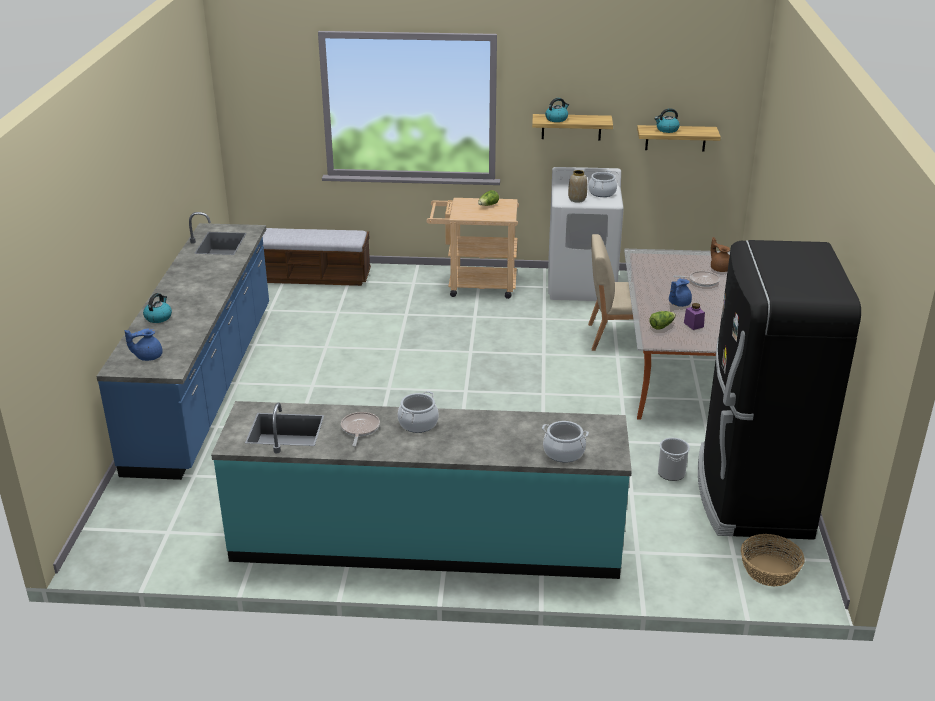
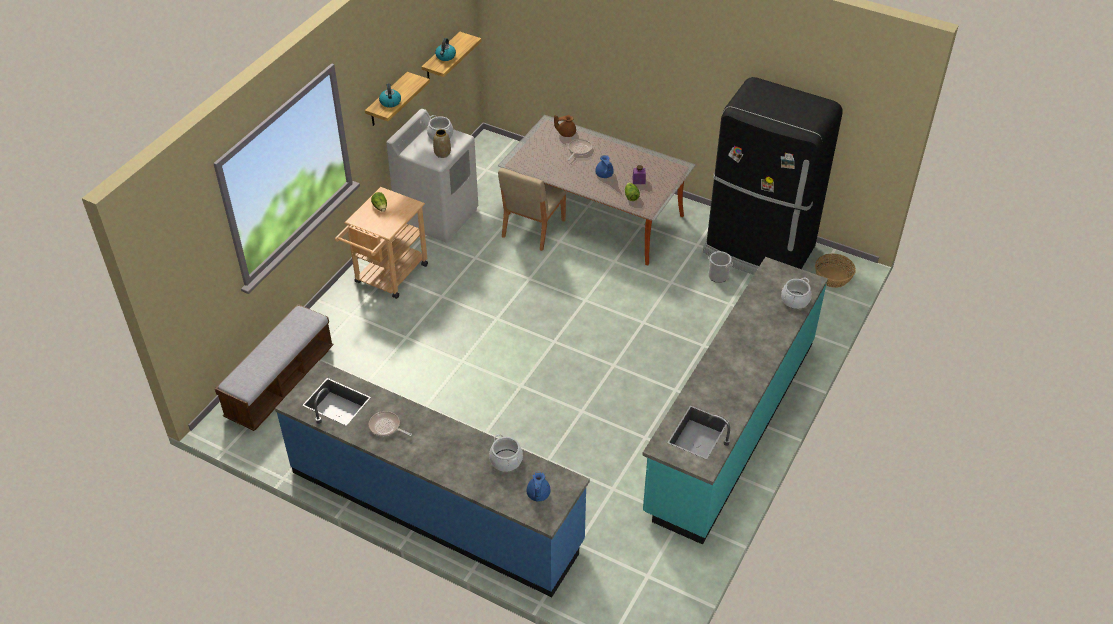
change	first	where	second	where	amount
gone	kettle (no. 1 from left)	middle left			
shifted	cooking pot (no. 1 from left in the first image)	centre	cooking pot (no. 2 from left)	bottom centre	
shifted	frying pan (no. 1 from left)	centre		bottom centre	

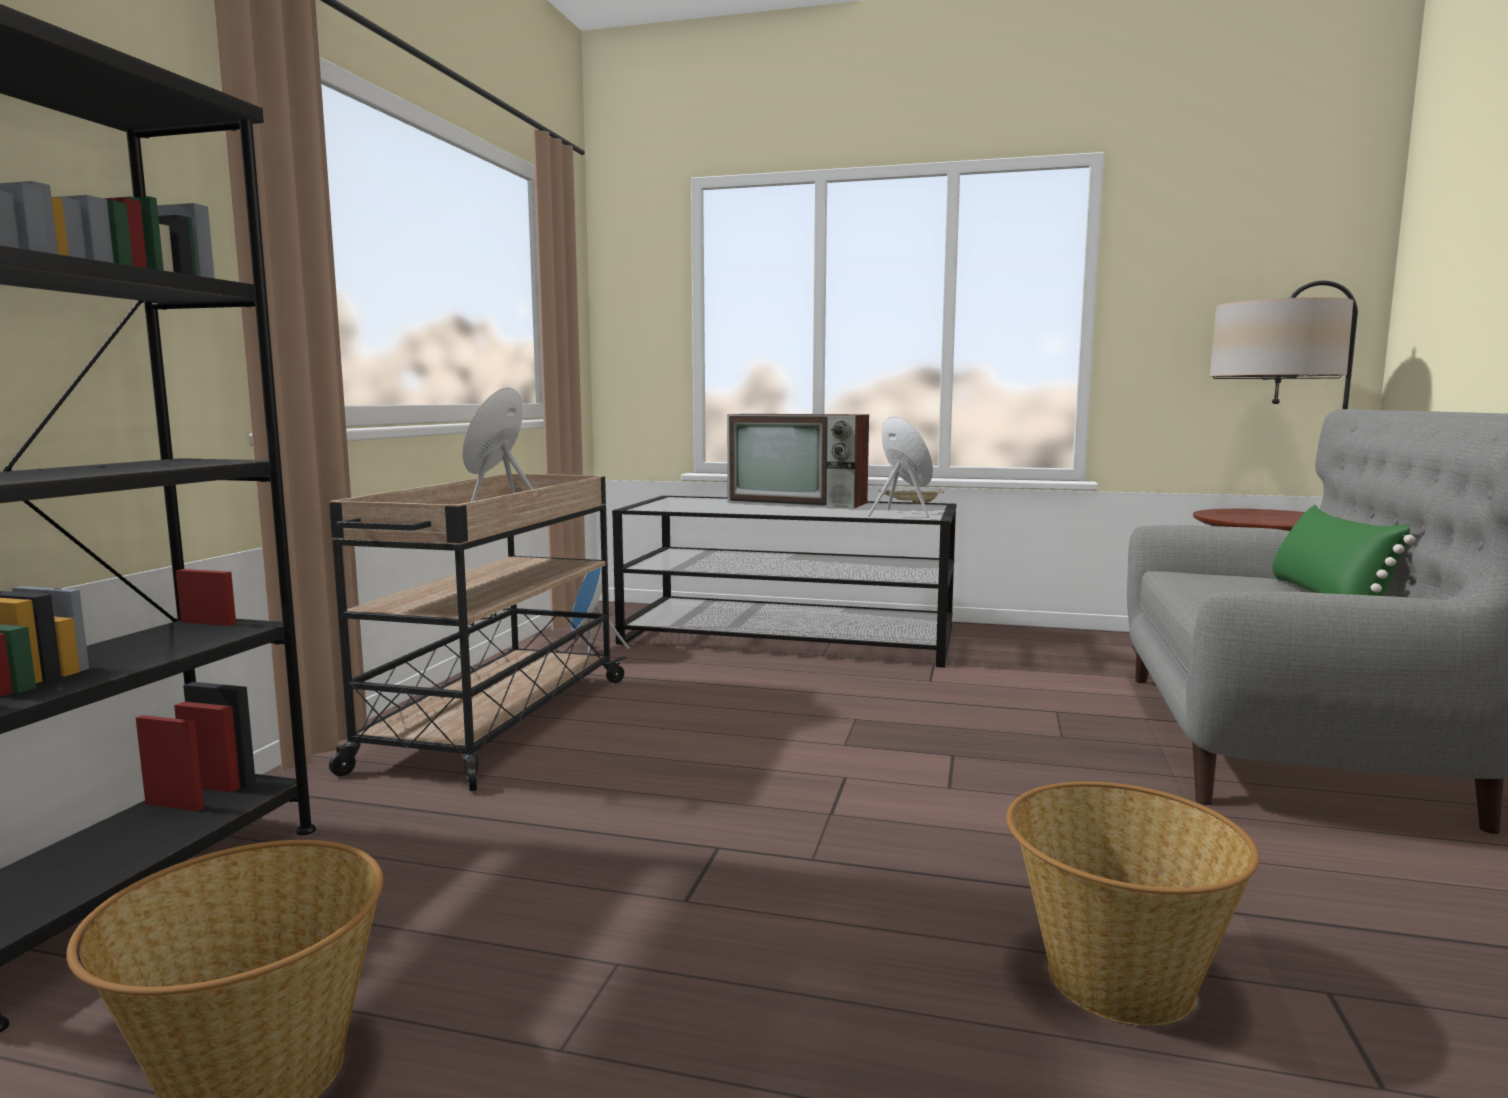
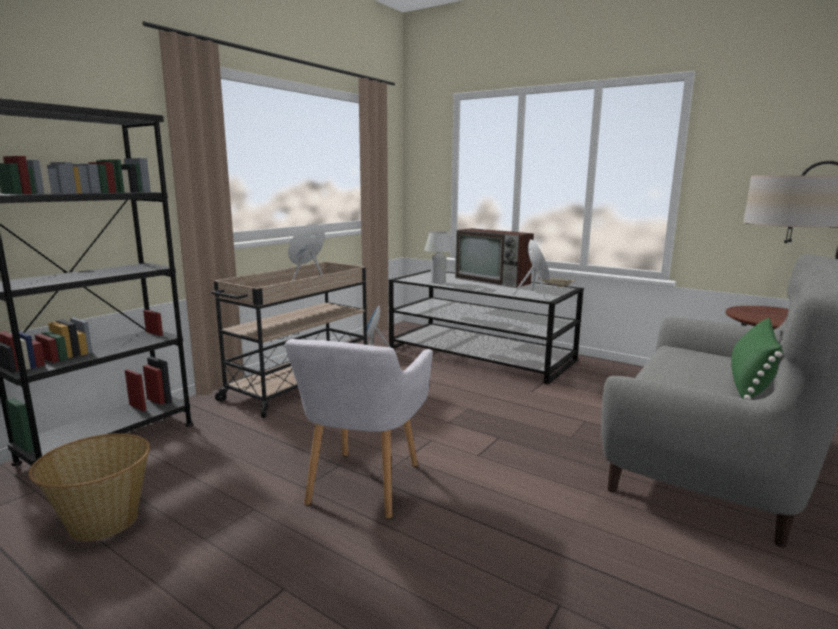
change	first	where	second	where	amount
gone	basket (no. 2 from left)	bottom right			
new			white table lamp	centre	
new			grey armchair	bottom centre	

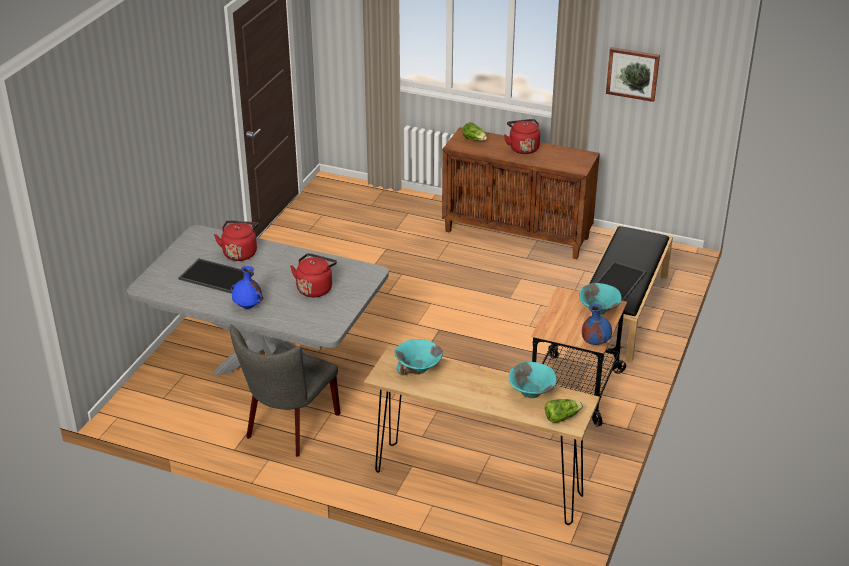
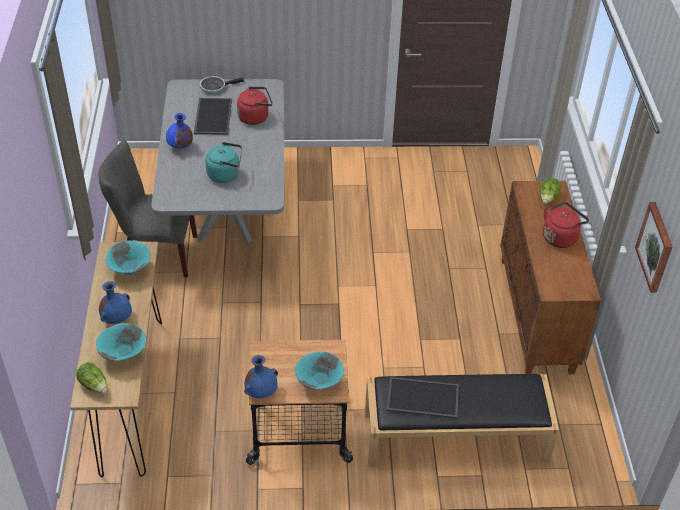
change	first	where	second	where	amount
repainted	red kettle (no. 2 from left)	centre	turquoise kettle	top left	
new			frying pan	top left	
new			blue vase (no. 1 from left)	middle left	

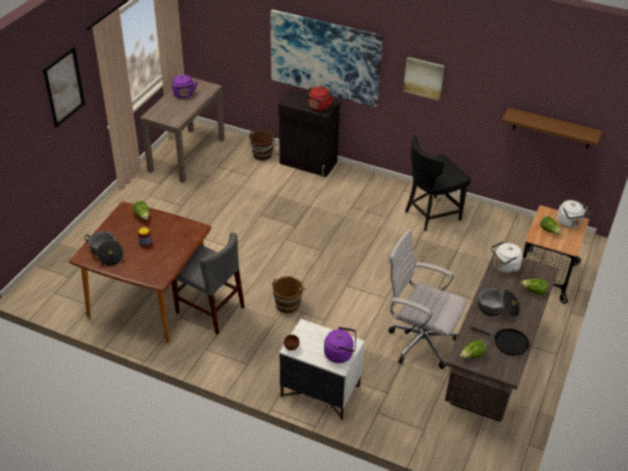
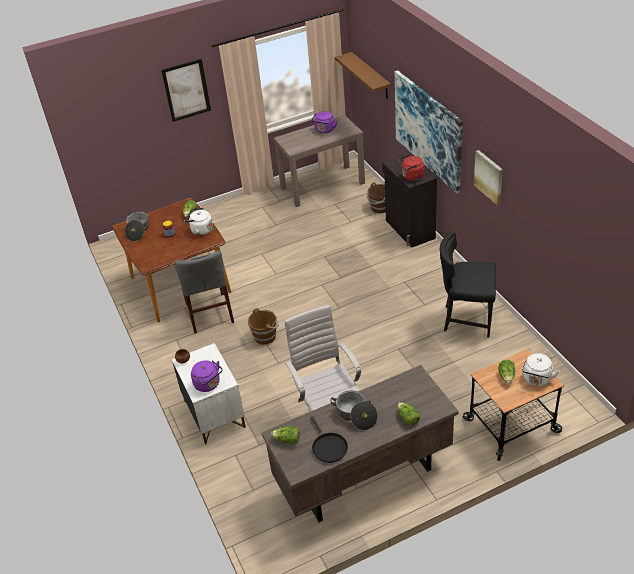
change	first	where	second	where	amount
shifted	brown shelf	top right		top centre	
shifted	white kettle (no. 1 from left)	middle right		middle left	

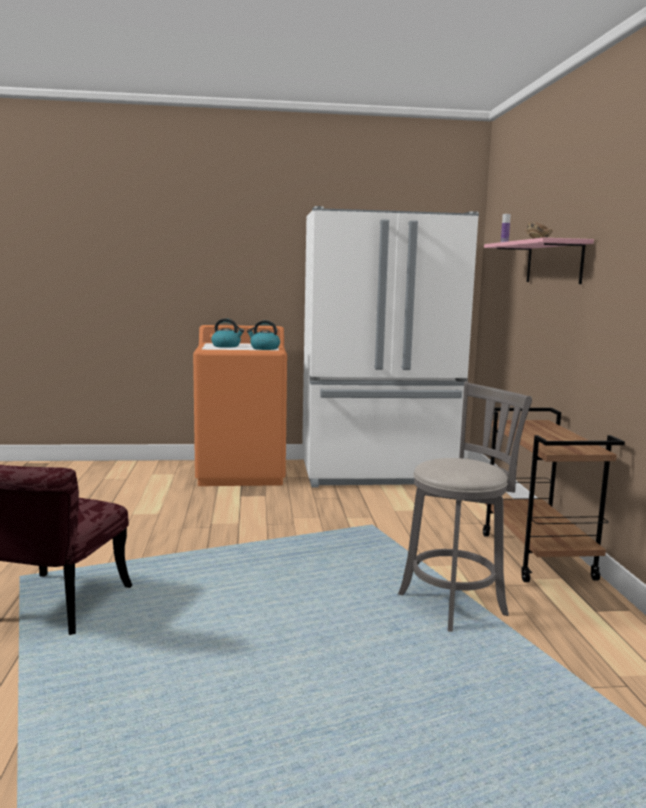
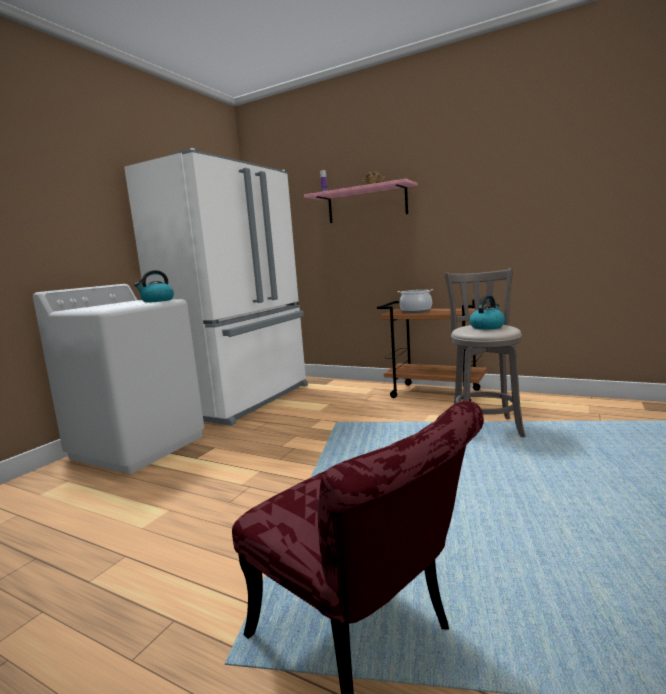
change	first	where	second	where	amount
shifted	kettle (no. 1 from left in the first image)	centre	kettle (no. 2 from left)	middle right	
repainted	orange washing machine	centre	white washing machine	middle left	
new			cooking pot	centre	

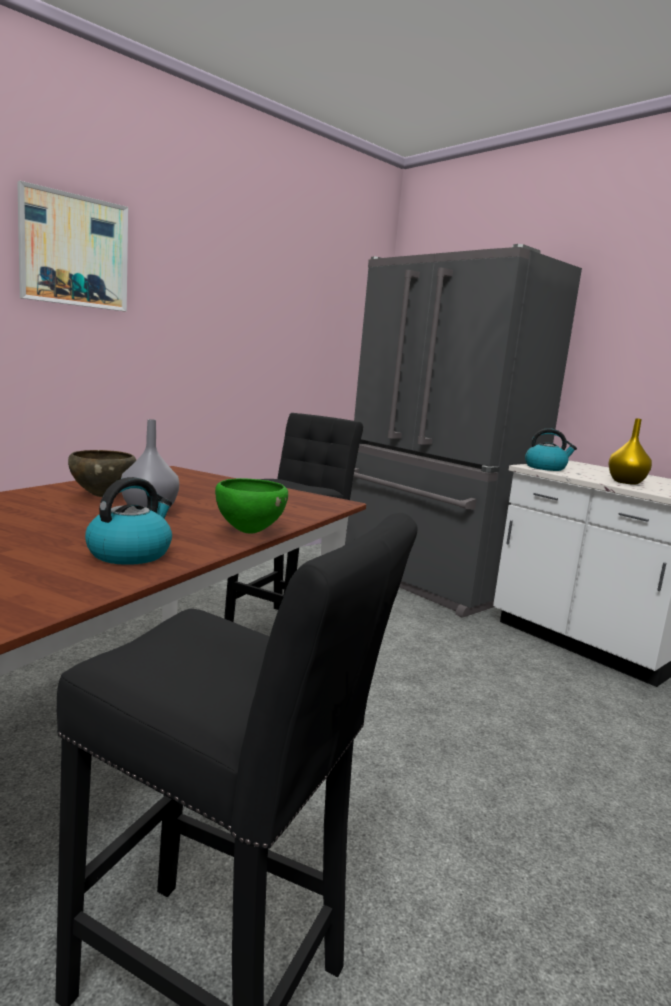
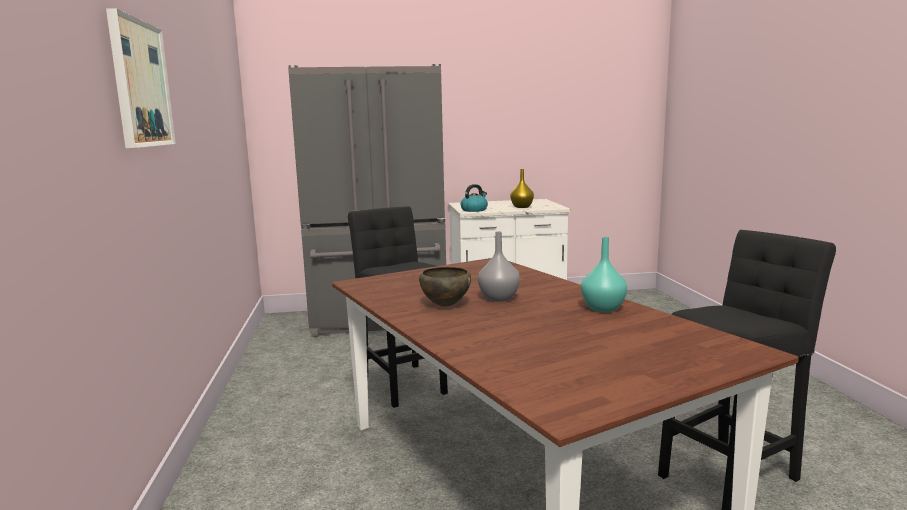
change	first	where	second	where	amount
swapped	kettle (no. 1 from left)	middle left	turquoise vase	centre	
gone	green bowl	centre			

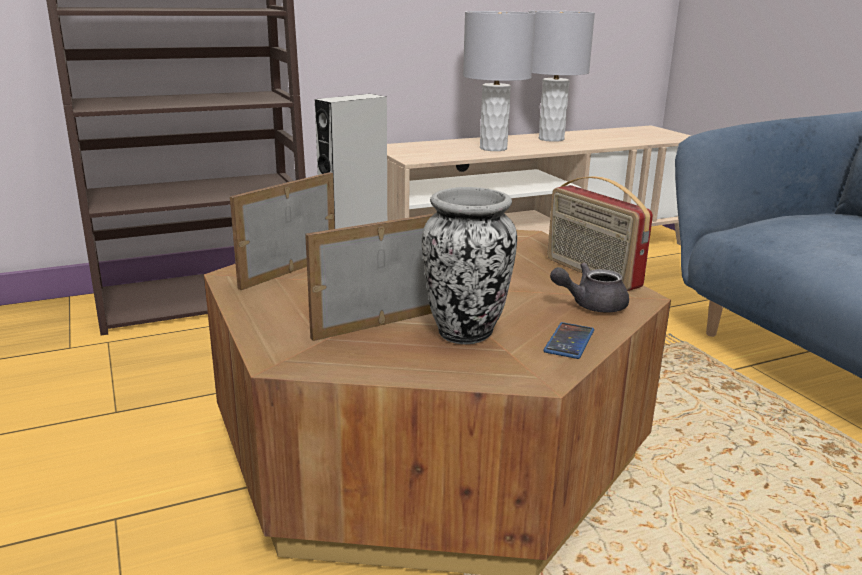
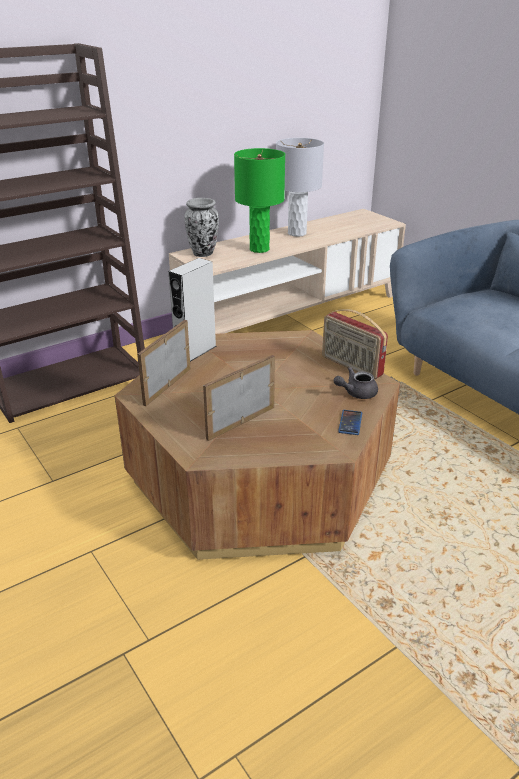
change	first	where	second	where	amount
repainted	grey table lamp (no. 1 from left)	top centre	green table lamp	top centre	
shifted	vase	centre		top centre	

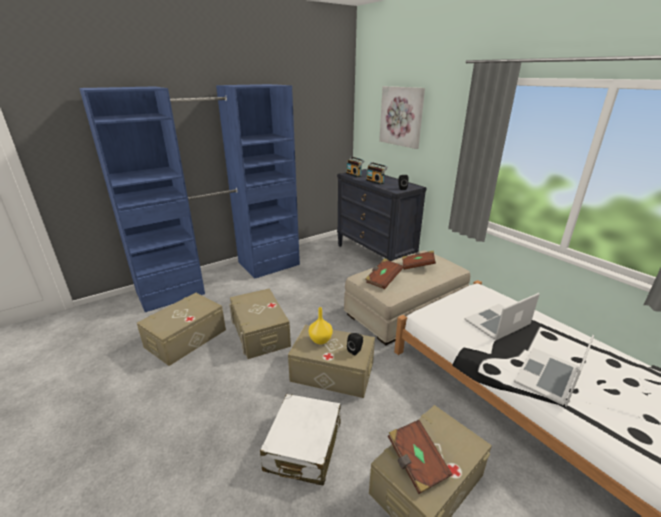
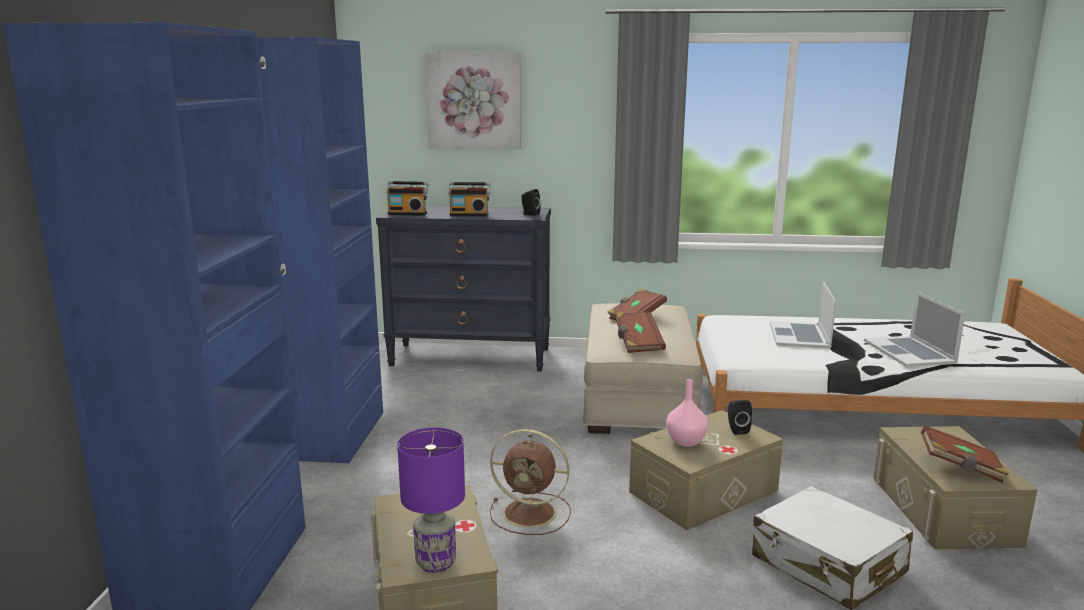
change	first	where	second	where	amount
swapped	beige storage box (no. 2 from left)	centre	brown fan	bottom centre	
repainted	yellow vase	centre	pink vase	bottom centre	
new			purple table lamp	bottom centre	

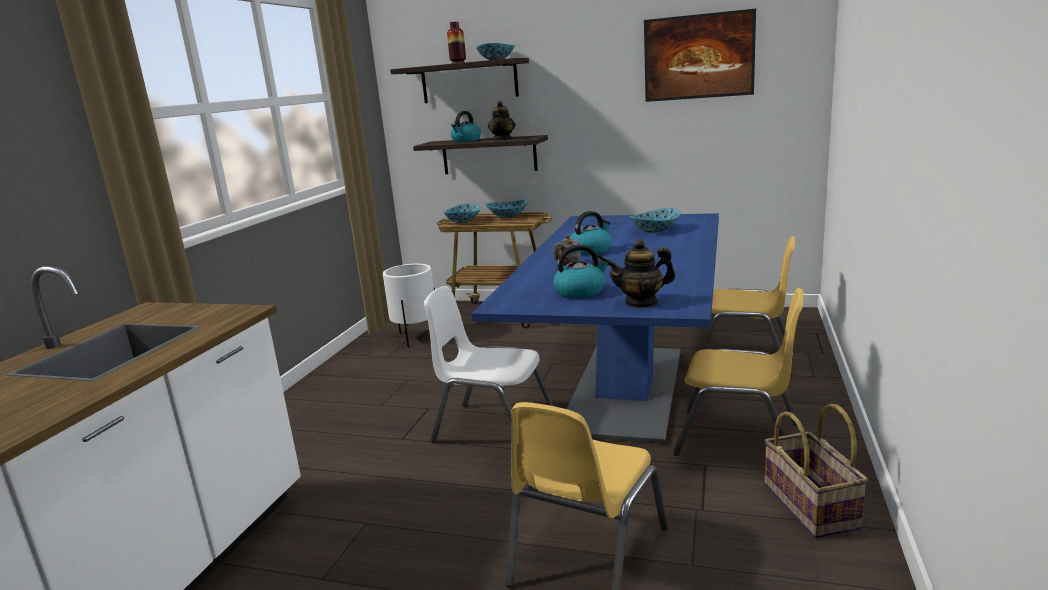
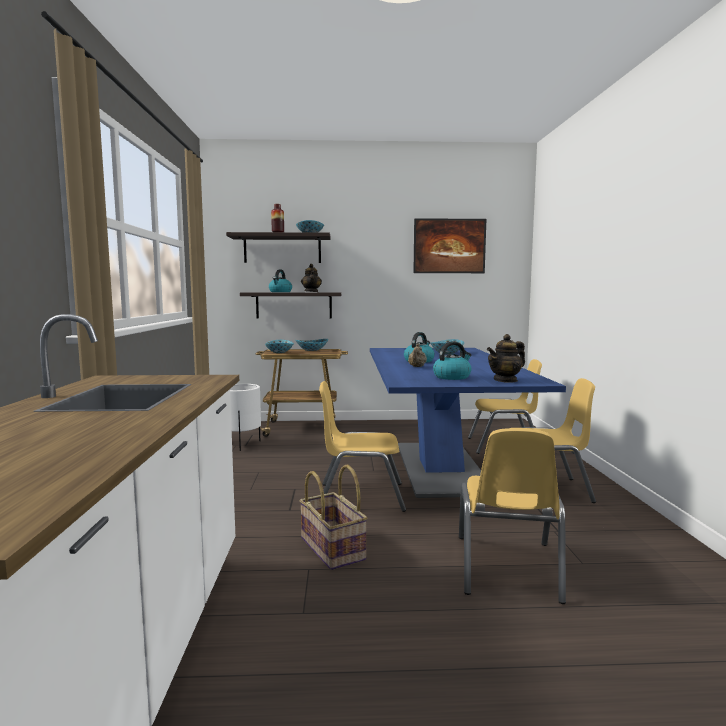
change	first	where	second	where	amount
repainted	white chair	centre	yellow chair (no. 1 from left)	centre	
shifted	basket	bottom right		bottom centre	

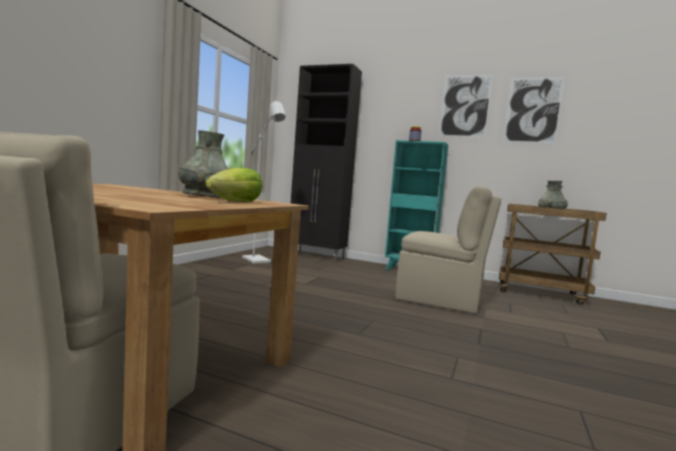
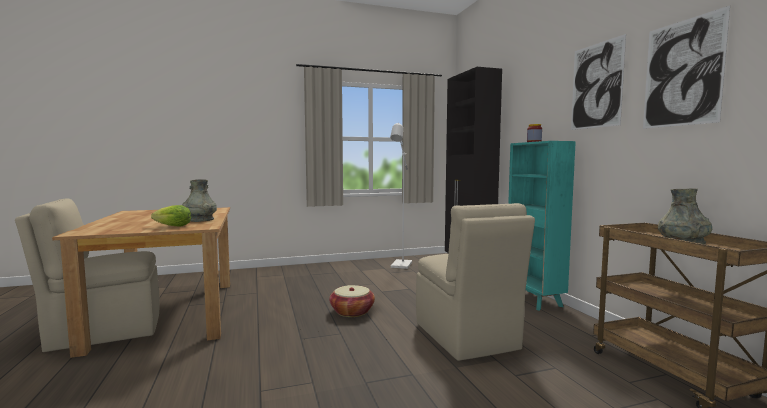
change	first	where	second	where	amount
new			basket	bottom centre	

